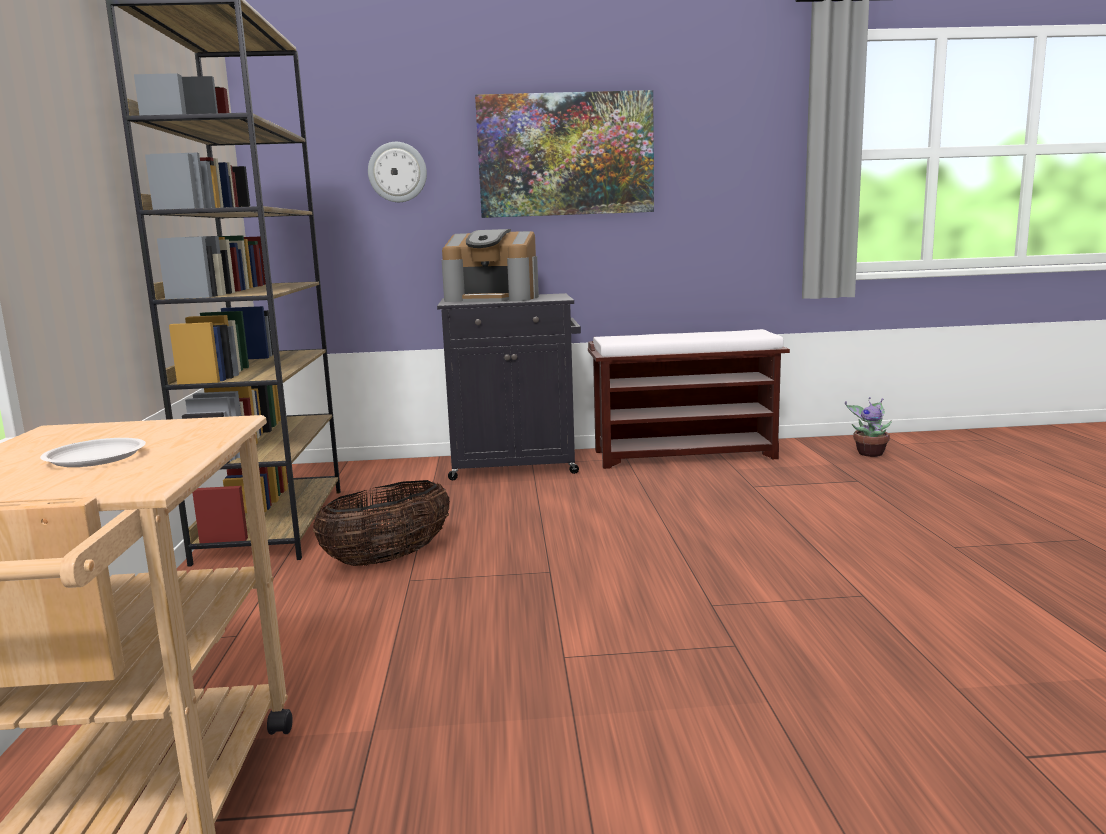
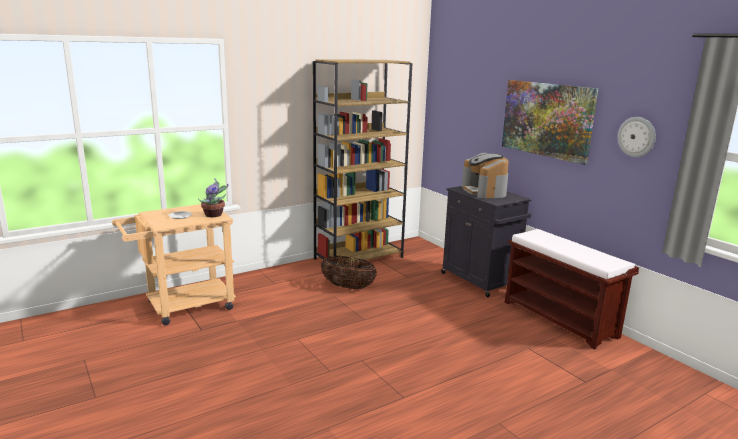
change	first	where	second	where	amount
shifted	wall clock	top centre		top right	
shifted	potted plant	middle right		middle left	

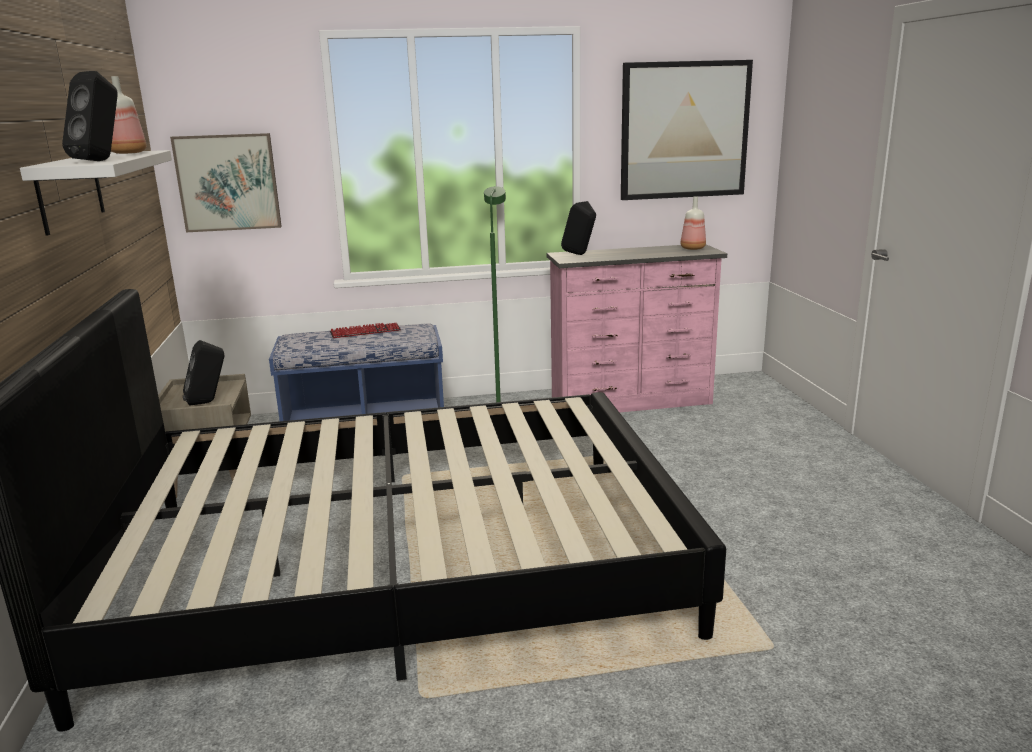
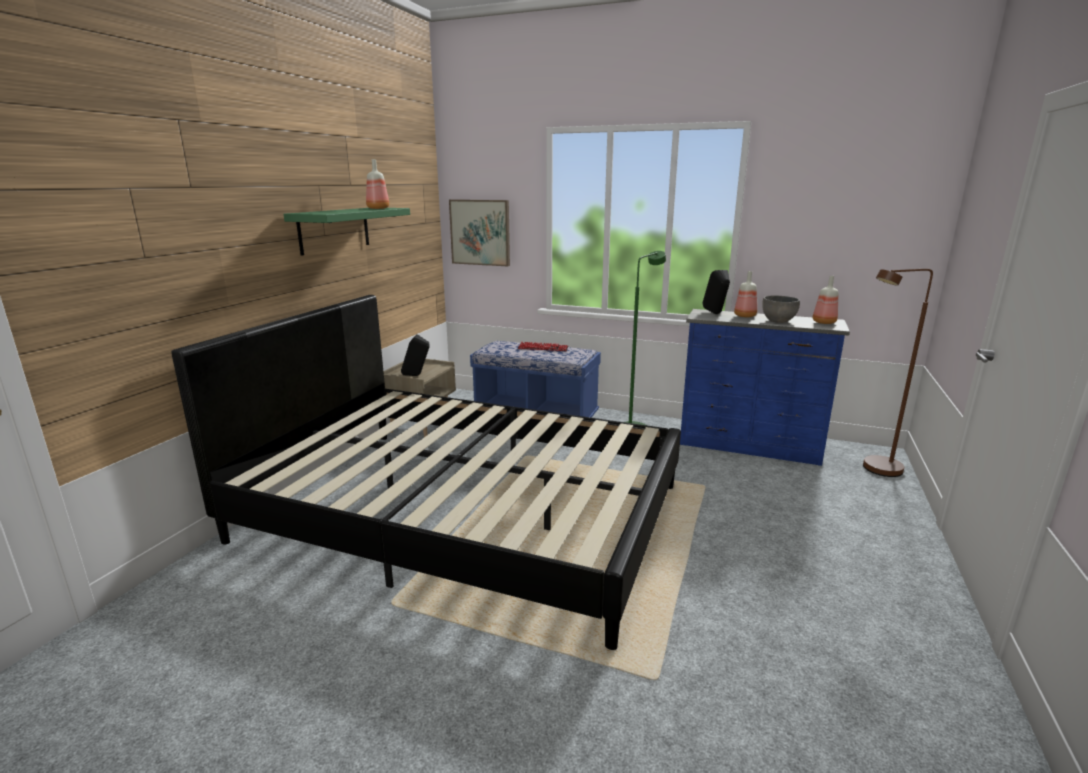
change	first	where	second	where	amount
gone	picture (no. 2 from left)	top centre			
gone	black speaker (no. 1 from left)	top left			
repainted	white shelf	top left	green shelf	top left	
repainted	pink dresser	centre	blue dresser	middle right	
new			brown floor lamp	middle right	
new			bottle (no. 2 from left)	middle right	
new			grey bowl	middle right	

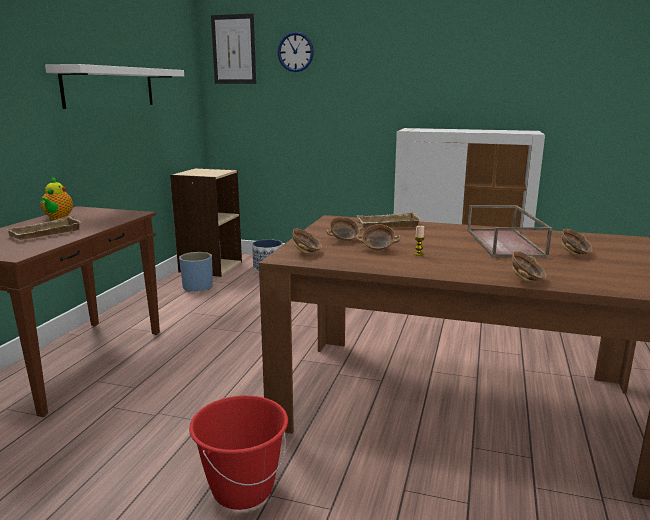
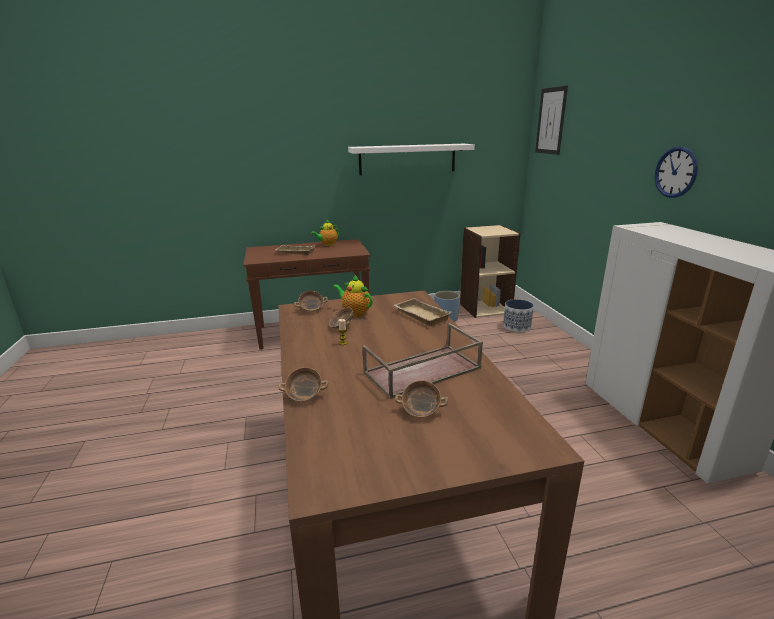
change	first	where	second	where	amount
shifted	wall clock	top centre		top right	
swapped	bowl (no. 2 from left)	centre	teapot (no. 2 from left)	centre	
gone	red bucket	bottom centre			

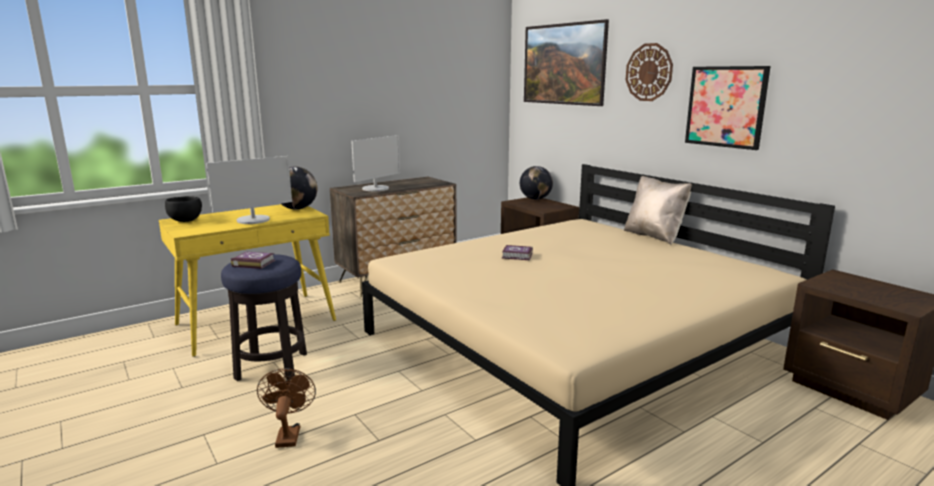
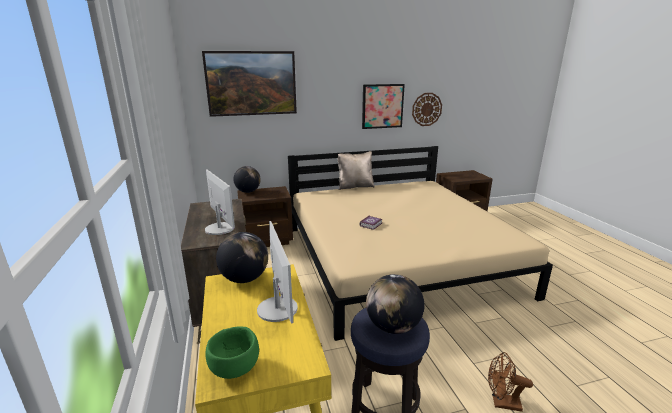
change	first	where	second	where	amount
shifted	wall clock	top right		top centre	
repainted	black bowl	middle left	green bowl	bottom centre	
swapped	book (no. 1 from left)	middle left	globe (no. 3 from left)	bottom centre	

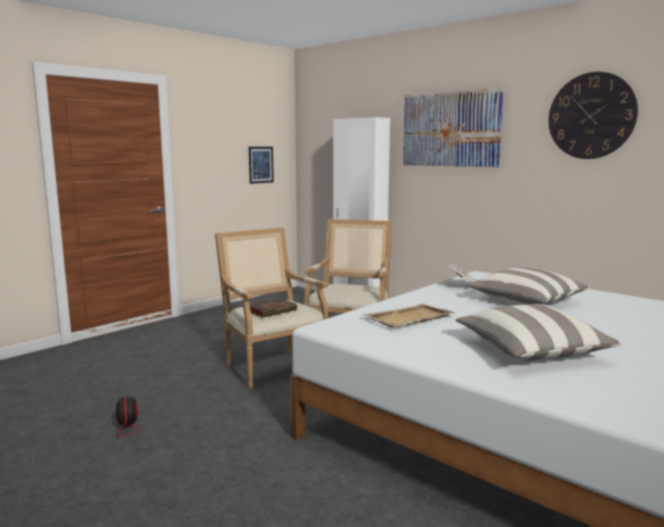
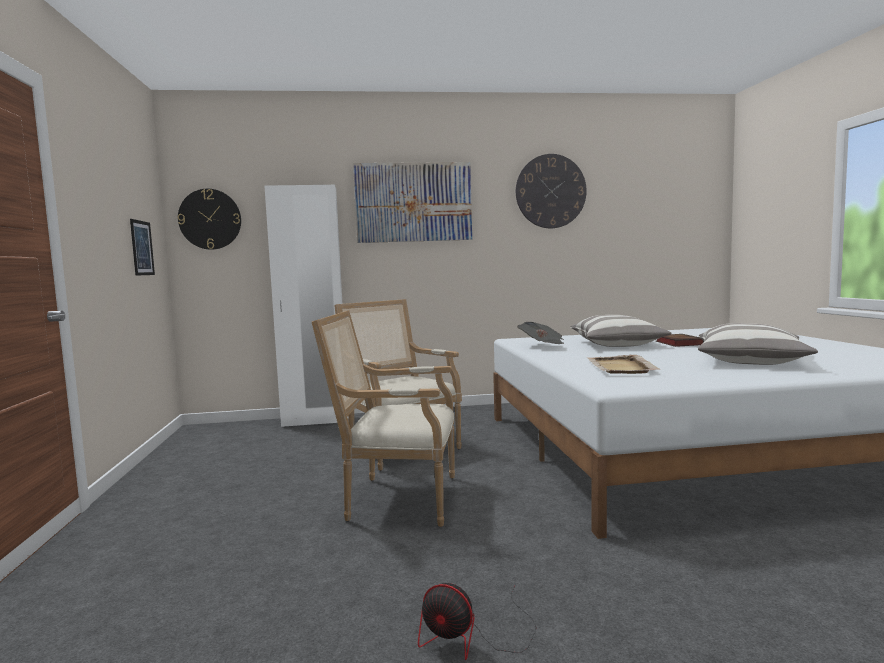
change	first	where	second	where	amount
shifted	book	centre		middle right	
new			wall clock (no. 1 from left)	top left	

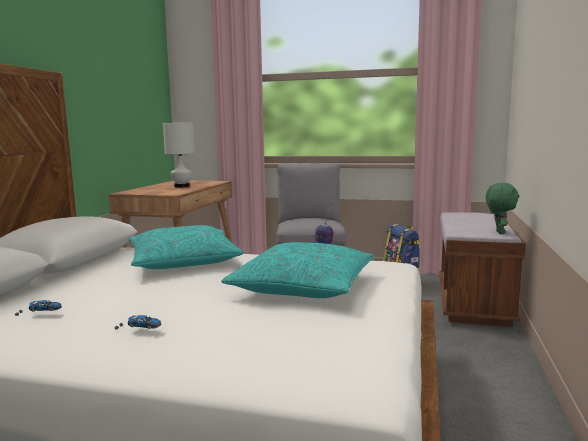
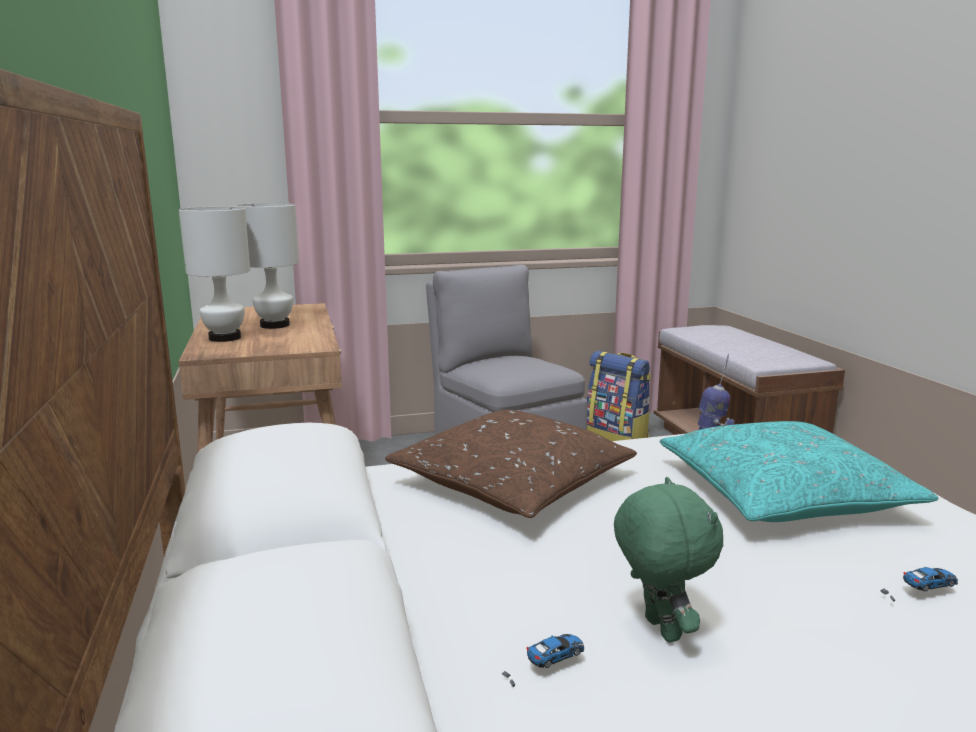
change	first	where	second	where	amount
shifted	green plush toy	middle right		bottom right	
repainted	turquoise pillow (no. 1 from left)	middle left	brown pillow	centre	
shifted	toy car (no. 2 from left)	bottom left		bottom right	
new			white table lamp (no. 1 from left)	middle left	

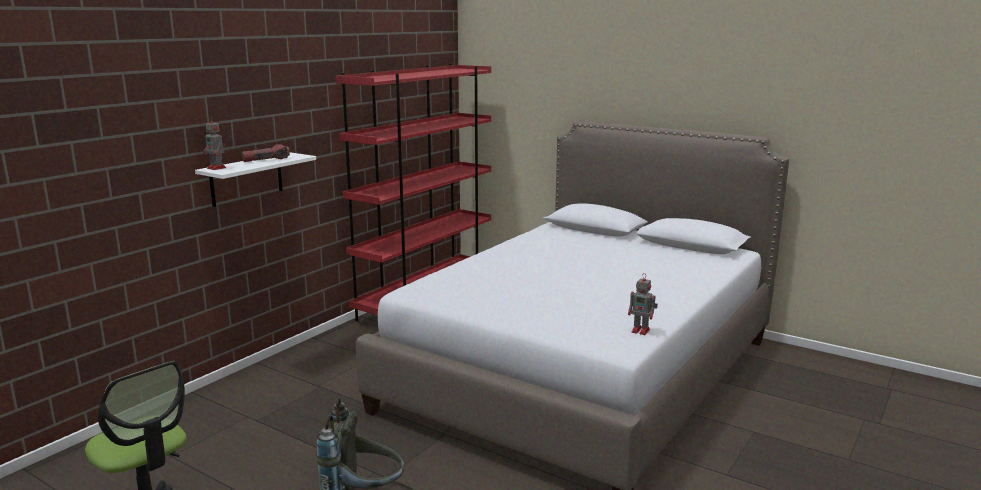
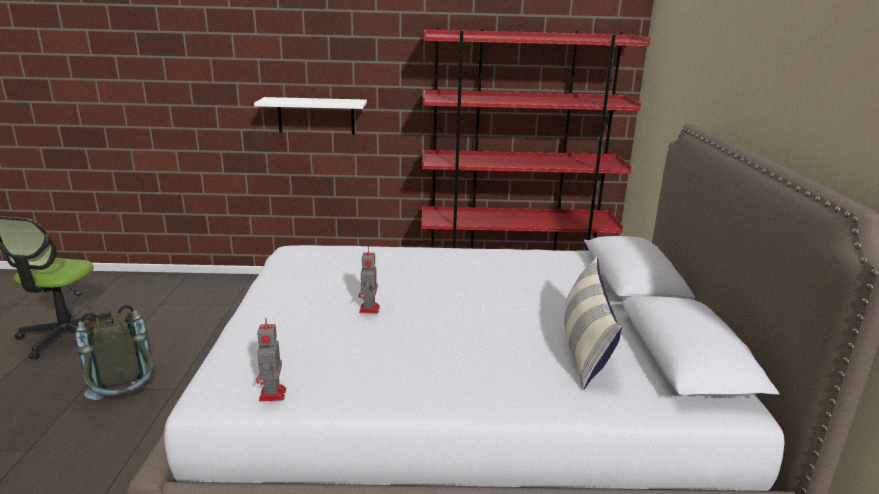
change	first	where	second	where	amount
shifted	toy robot (no. 1 from left in the first image)	top left	toy robot (no. 2 from left)	centre	
gone	flashlight	top left			
new			pillow	middle right	

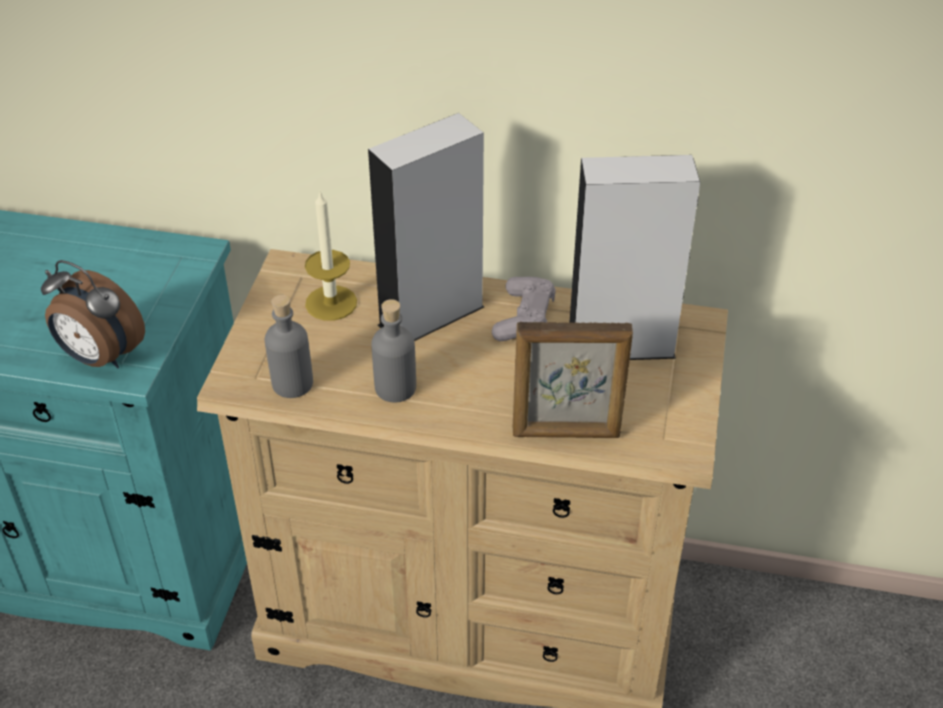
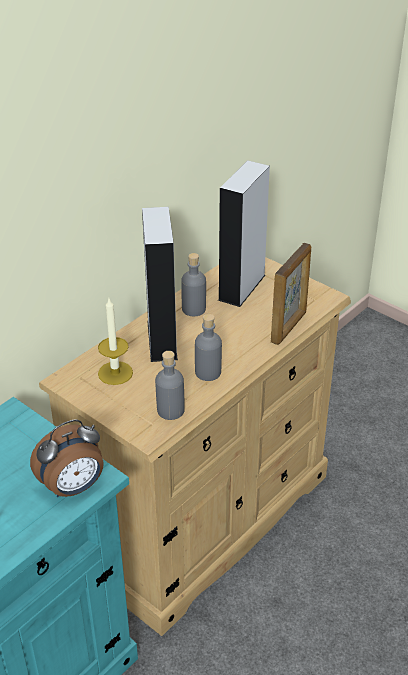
change	first	where	second	where	amount
swapped	grey game controller	centre	grey bottle (no. 2 from left)	centre	

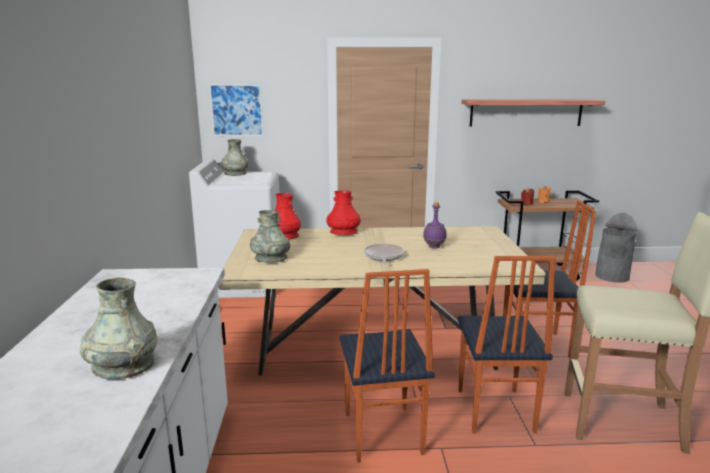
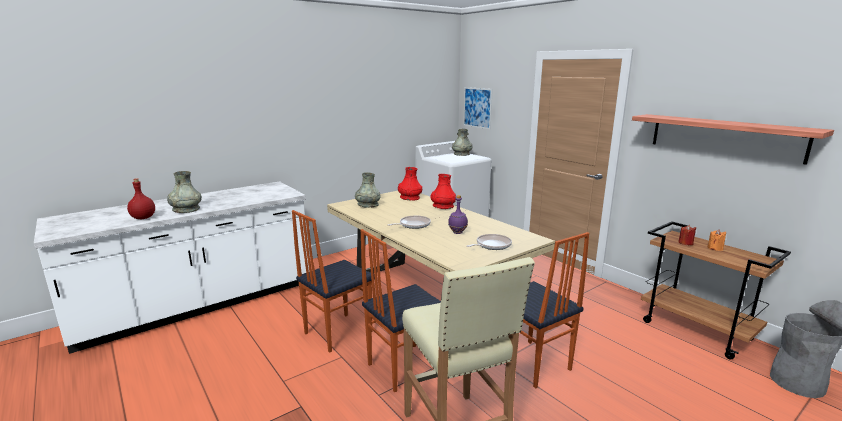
change	first	where	second	where	amount
new			red bottle	middle left	
new			frying pan (no. 2 from left)	centre	

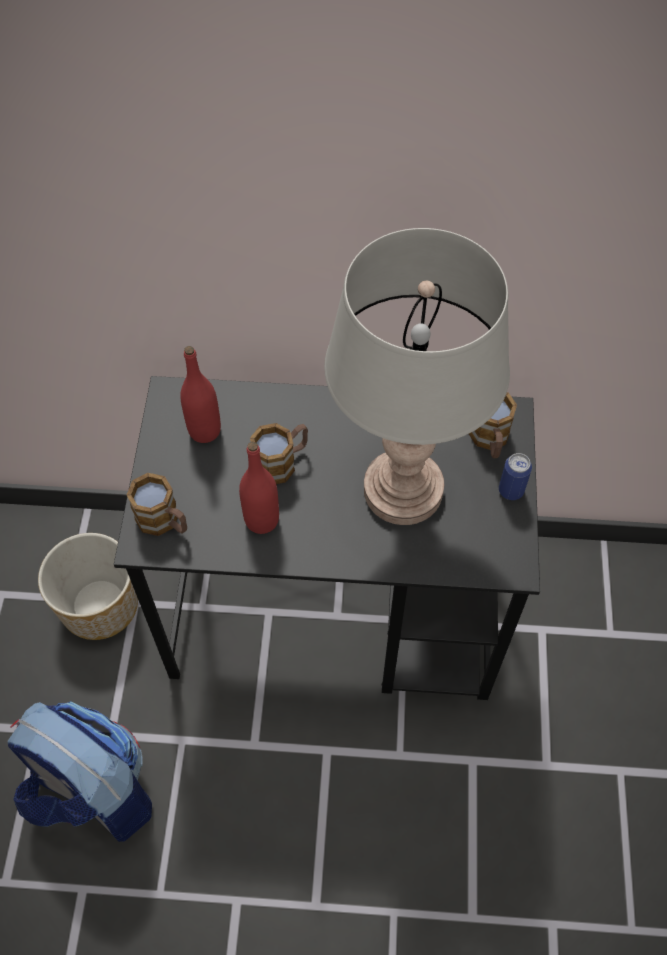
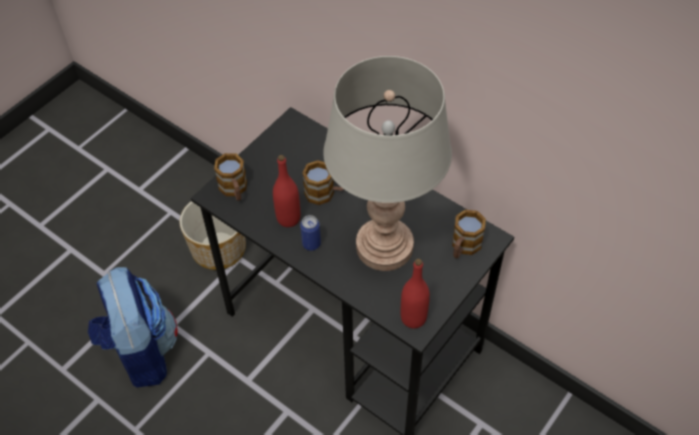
change	first	where	second	where	amount
shifted	red bottle (no. 1 from left in the first image)	middle left	red bottle (no. 2 from left)	bottom centre	
shifted	can	middle right		centre	

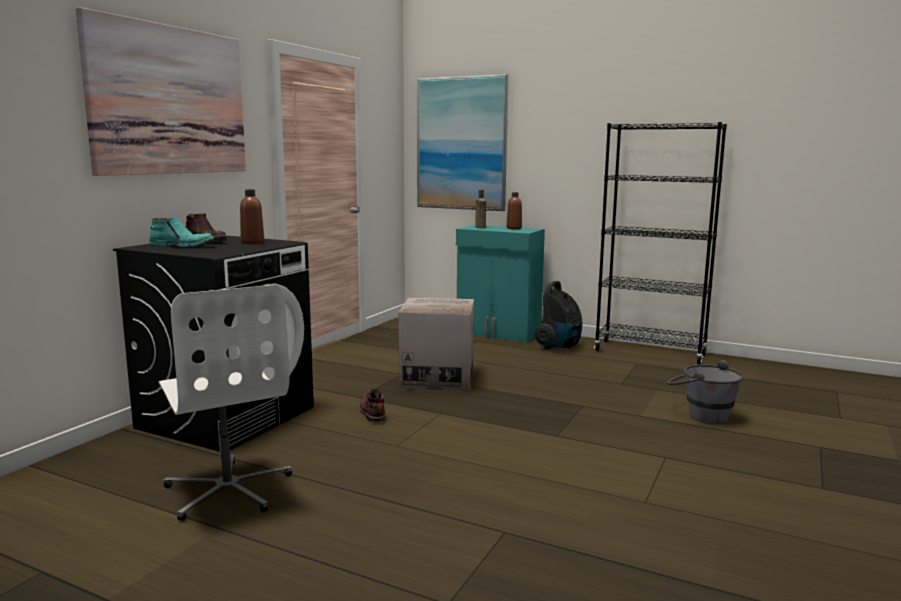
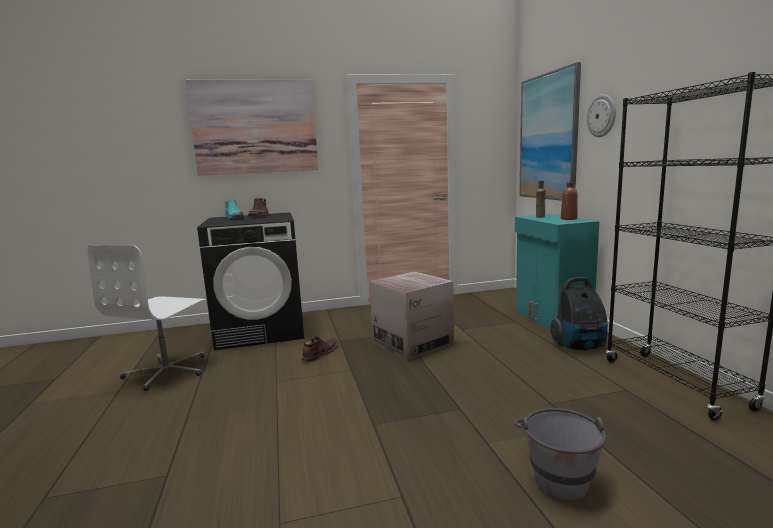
change	first	where	second	where	amount
gone	brown bottle (no. 1 from left)	middle left			
new			wall clock	top right	

